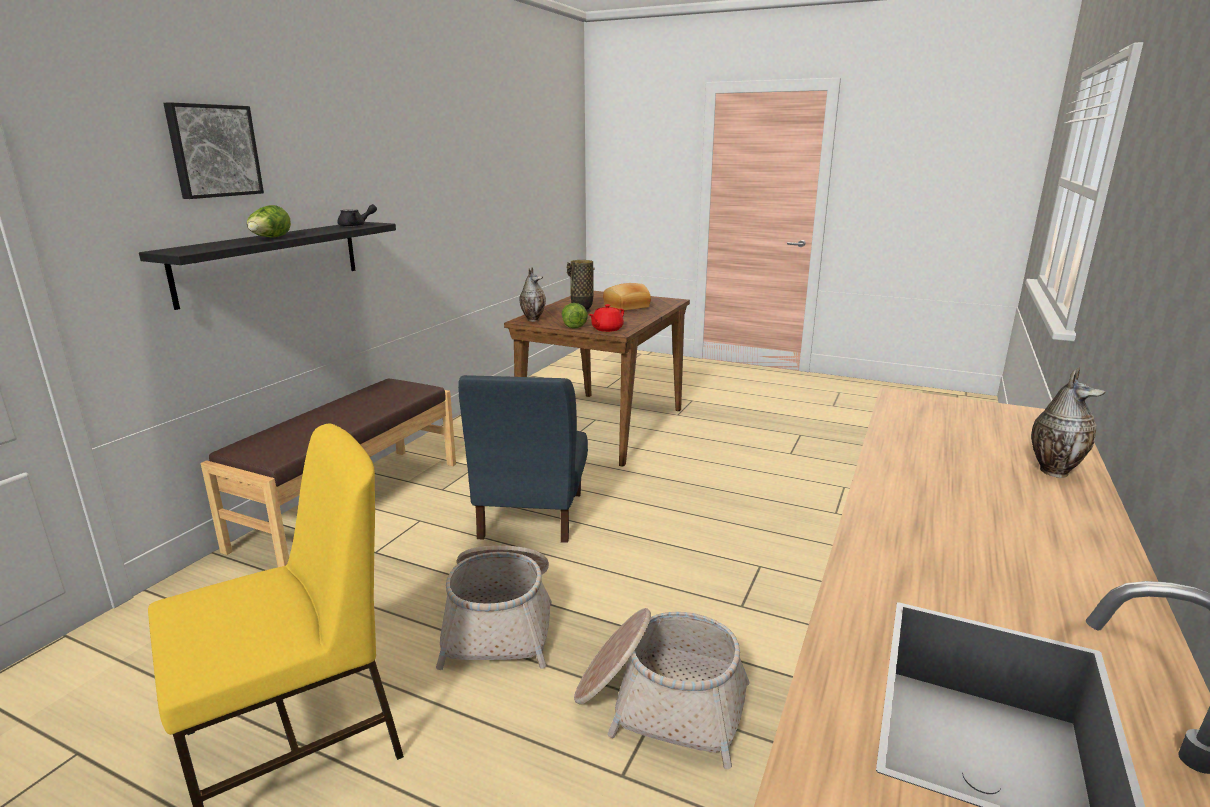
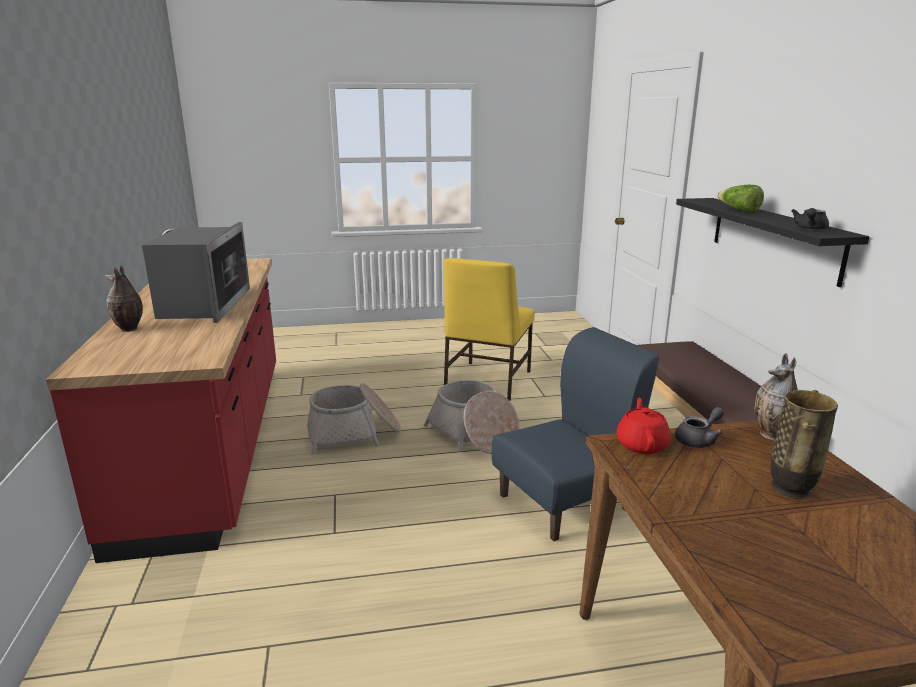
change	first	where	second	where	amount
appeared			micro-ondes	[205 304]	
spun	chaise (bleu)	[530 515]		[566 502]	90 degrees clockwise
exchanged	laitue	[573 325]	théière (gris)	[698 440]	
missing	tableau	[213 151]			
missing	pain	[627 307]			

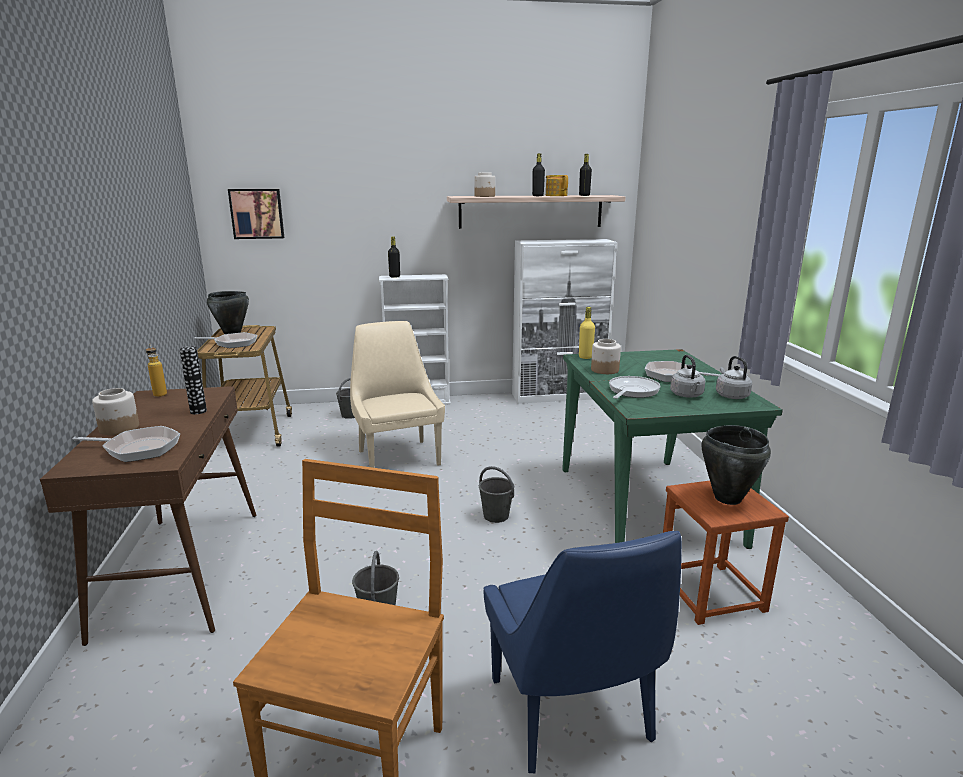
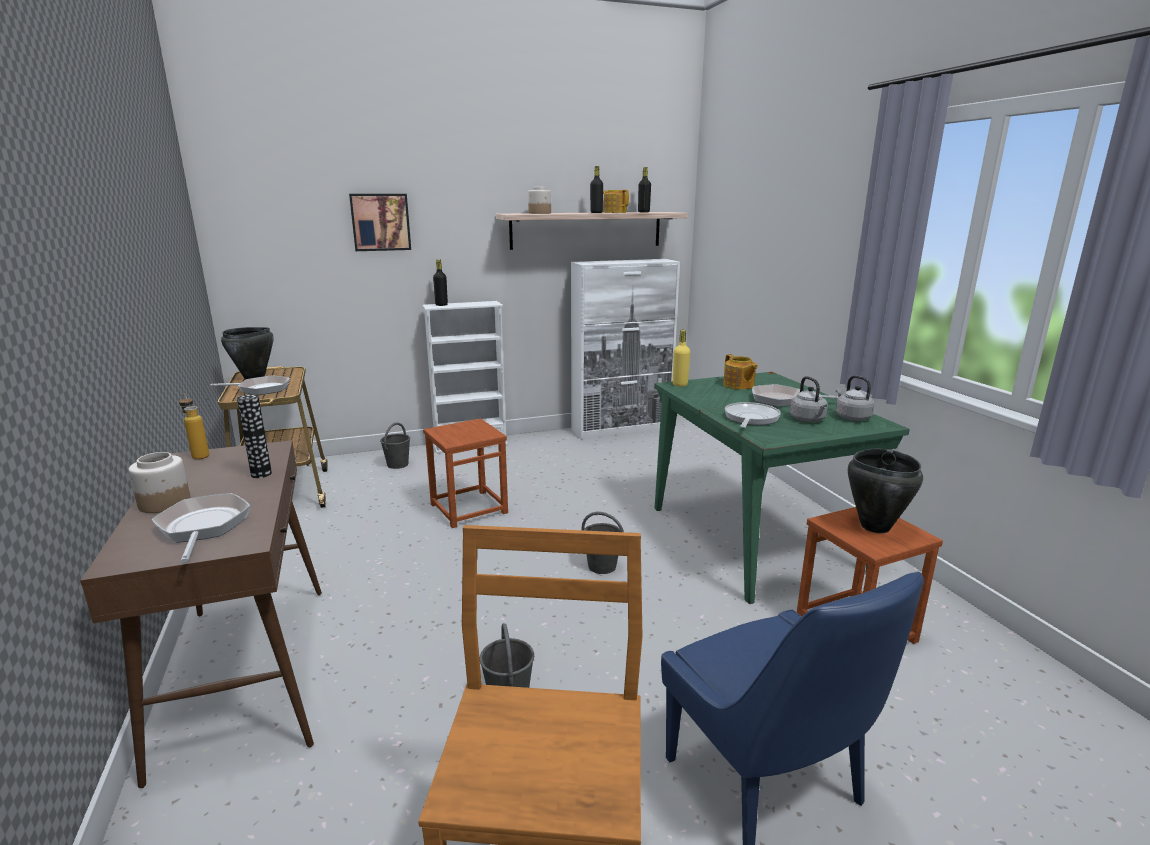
change	first	where	second	where	amount
spun	poêle	[138 448]		[203 528]	105 degrees counterclockwise
relocated	tableau	[257 213]		[380 222]	
exchanged	chaise (beige)	[398 456]	tabouret (marron)	[468 508]	
appeared			théière	[738 385]	
missing	bocal	[604 370]			

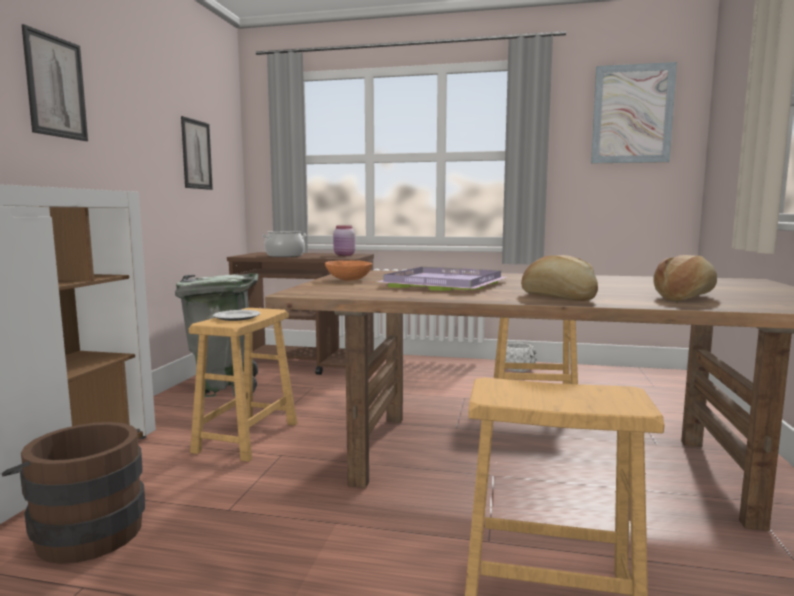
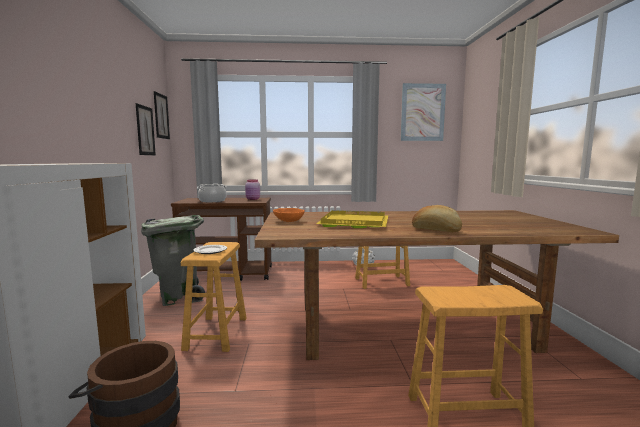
change	first	where	second	where	amount
relocated	tableau	[56 87]		[161 116]	
colour	plateau (violet)	[441 284]	plateau (jaune)	[353 222]	
missing	pain	[684 297]			

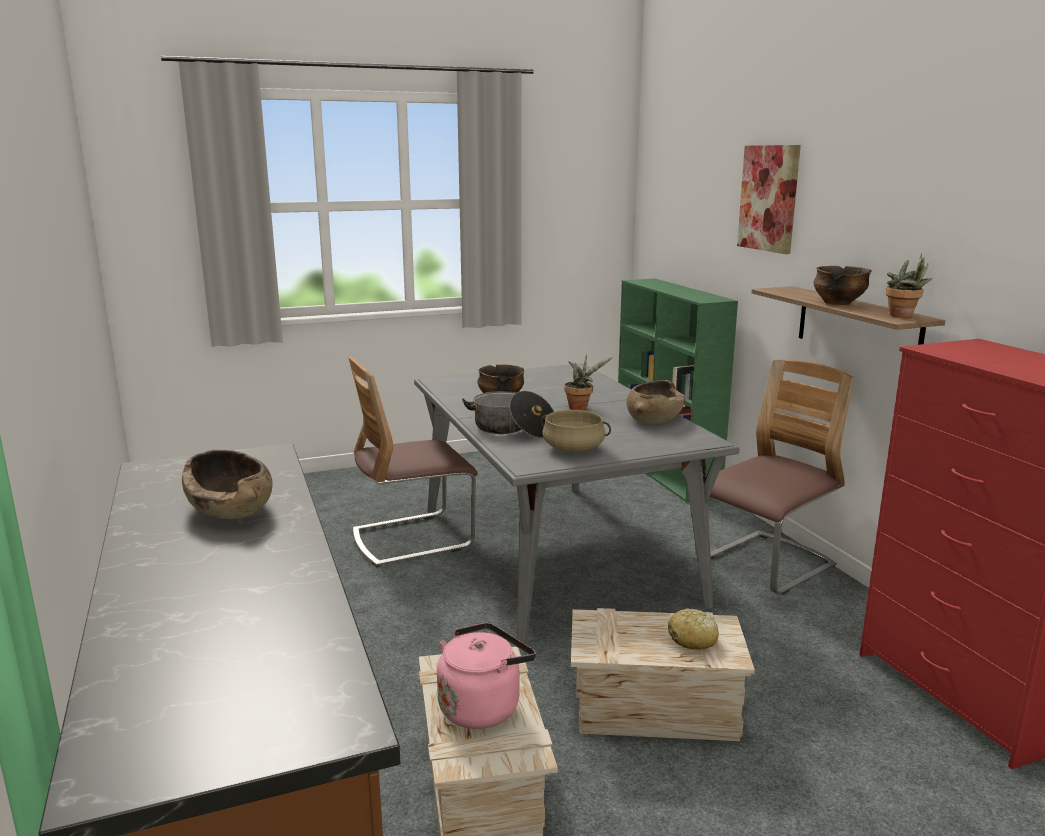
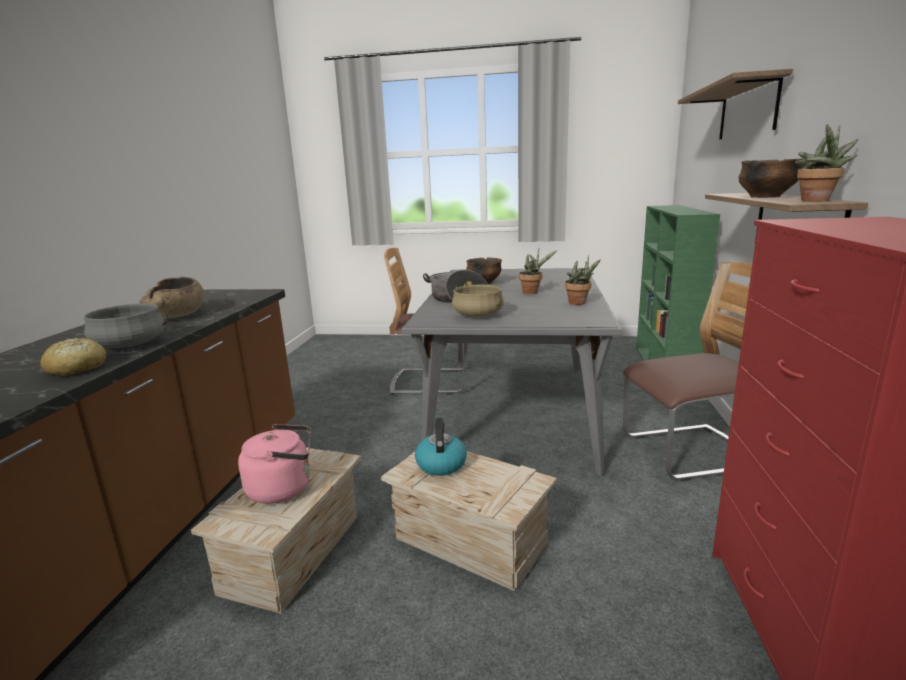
change	first	where	second	where	amount
relocated	pain	[692 639]		[77 368]	
appeared			marmite (gris)	[130 344]	
appeared			bouilloire	[441 464]	
exchanged	bol (marron)	[654 418]	plante en pot	[579 303]	
exchanged	tableau	[769 198]	étagère	[747 110]	

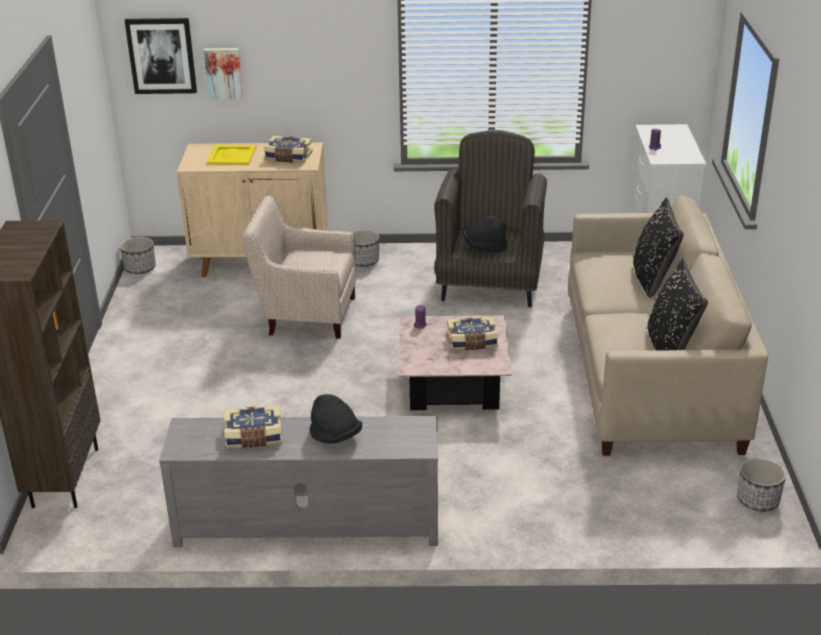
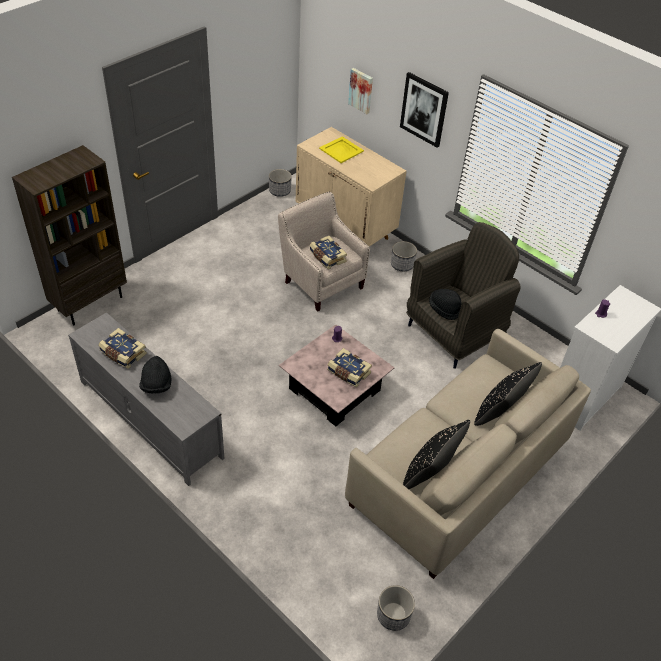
change	first	where	second	where	amount
relocated	livre	[288 157]		[327 257]	
relocated	tableau	[161 55]		[424 109]	

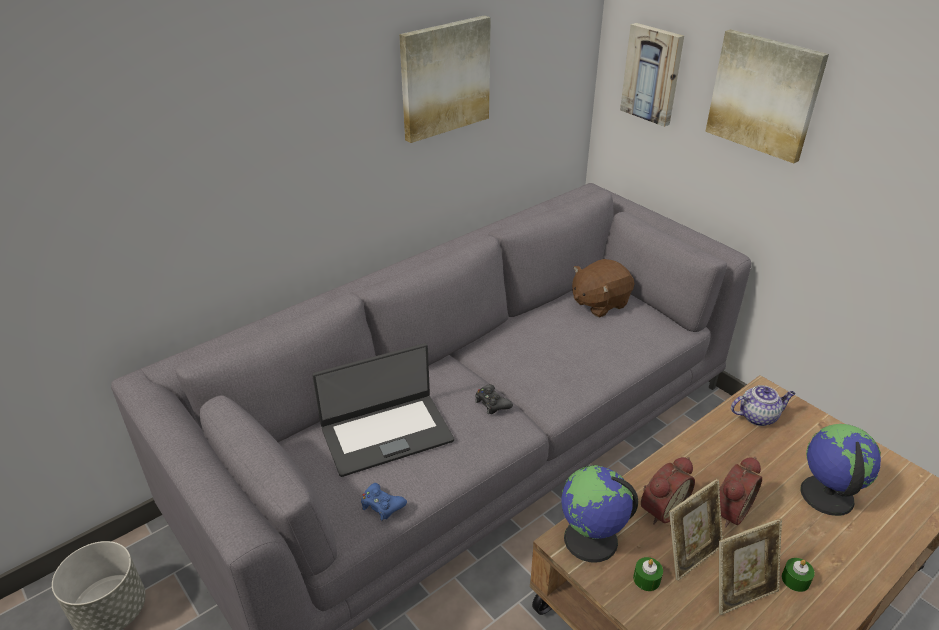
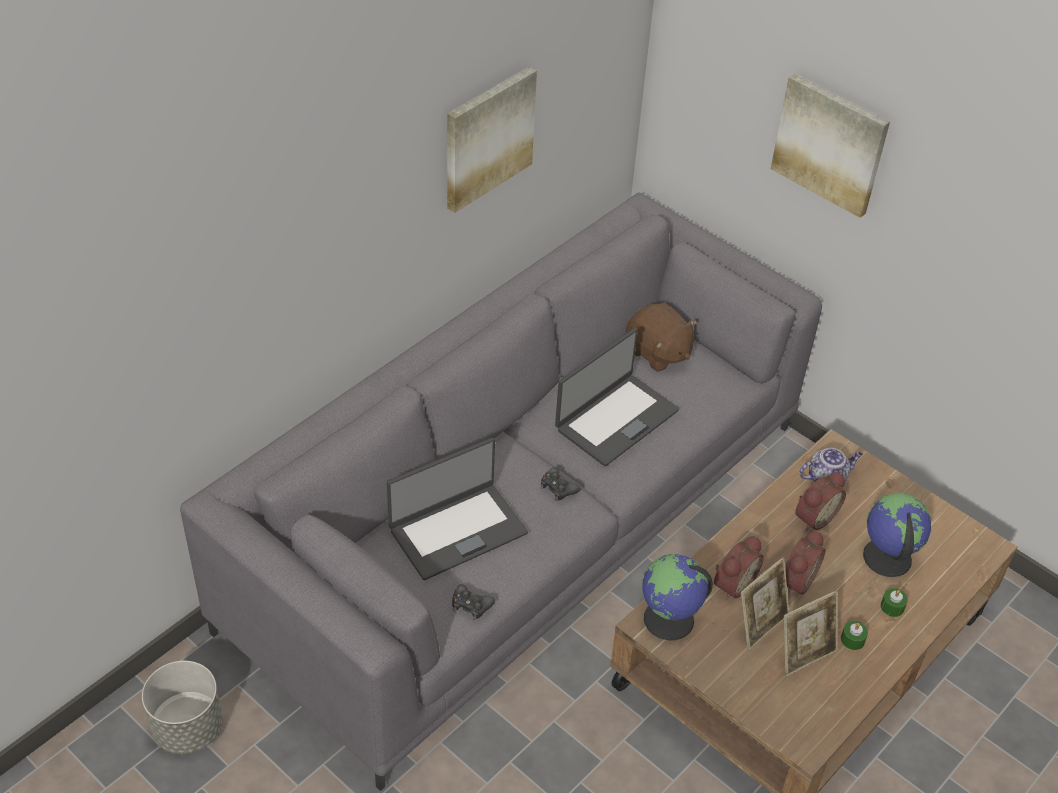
change	first	where	second	where	amount
colour	manette (bleu)	[382 505]	manette (noir)	[471 605]	
appeared			ordinateur portable	[615 419]	
spun	peluche (marron)	[599 303]		[658 353]	90 degrees counterclockwise
appeared			réveil	[813 517]	
relocated	bougie (vert)	[646 579]		[892 607]	
missing	tableau	[653 74]			

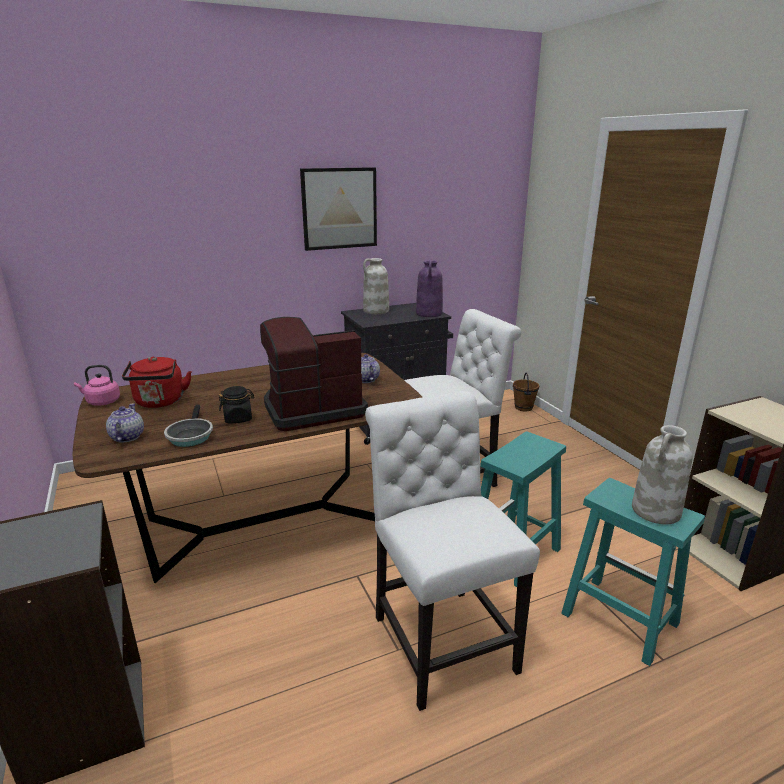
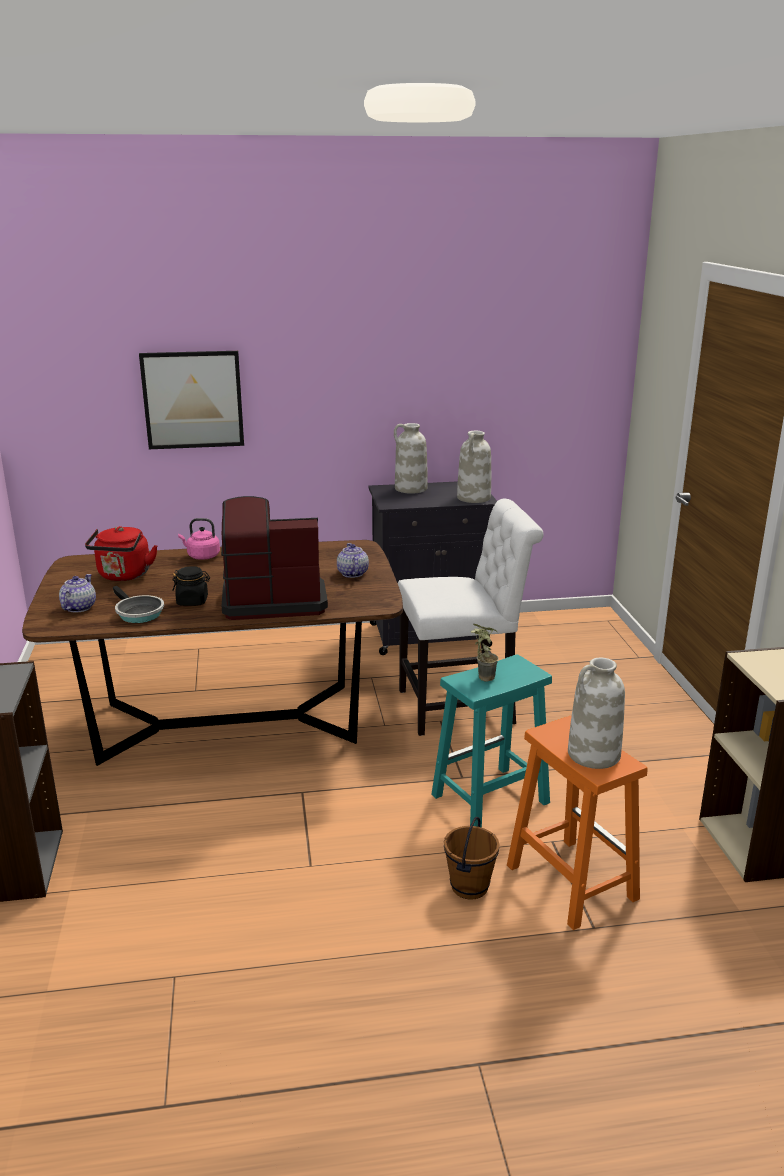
change	first	where	second	where	amount
spun	poêle	[190 435]		[137 613]	45 degrees counterclockwise
relocated	tableau	[339 208]		[193 399]	
relocated	bouilloire (rose)	[101 402]		[202 556]	
relocated	seau (marron)	[524 408]		[470 887]	
colour	vase (violet)	[429 314]	vase (blanc)	[474 498]	
appeared			plante en pot	[481 677]	
colour	tabouret (turquoise)	[617 618]	tabouret (orange)	[569 881]	
missing	chaise (blanc)	[440 638]			

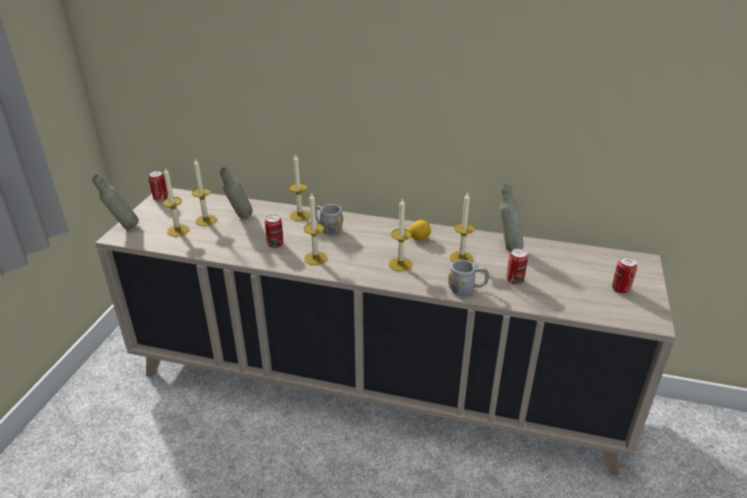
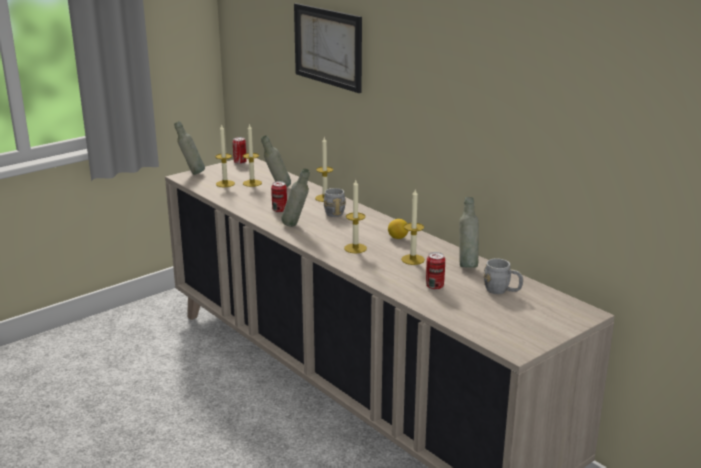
change	first	where	second	where	amount
exchanged	bougie	[315 258]	bouteille (gris)	[296 226]	
appeared			tableau	[328 46]	
relocated	mug (gris)	[467 289]		[502 291]	
missing	boîte métallique	[620 289]			

